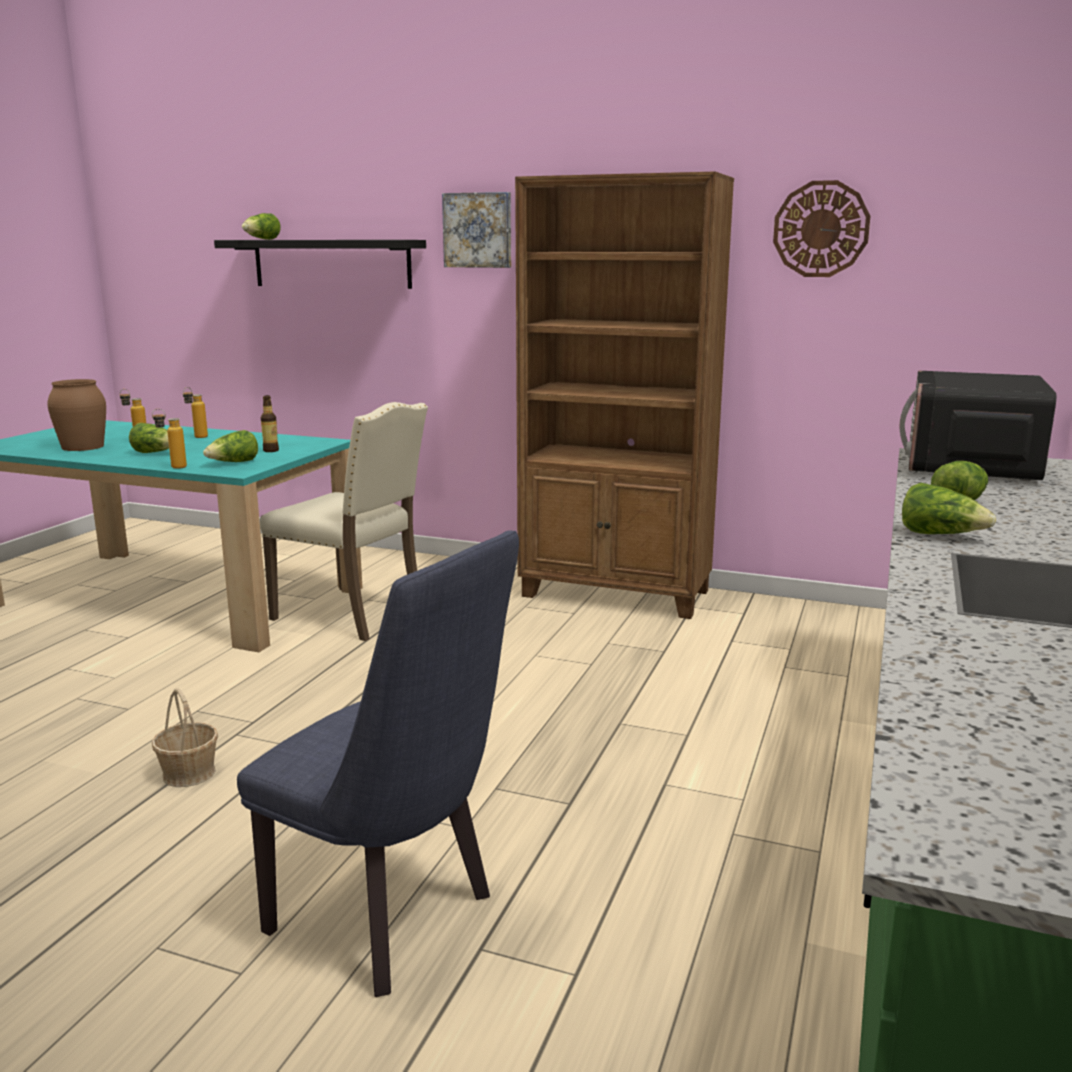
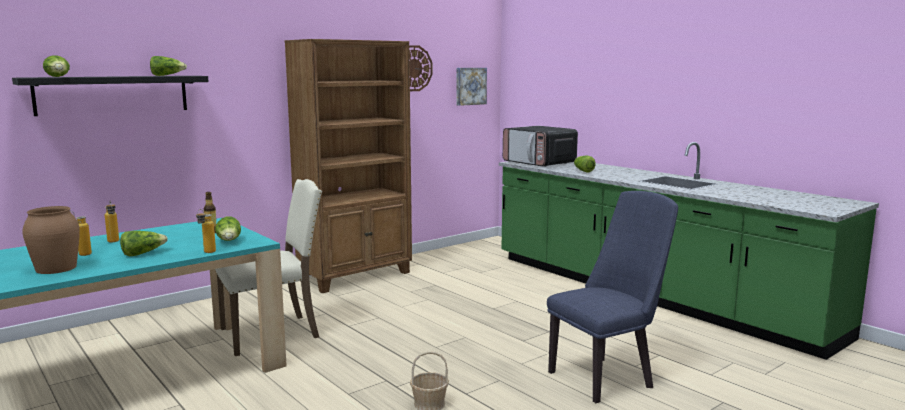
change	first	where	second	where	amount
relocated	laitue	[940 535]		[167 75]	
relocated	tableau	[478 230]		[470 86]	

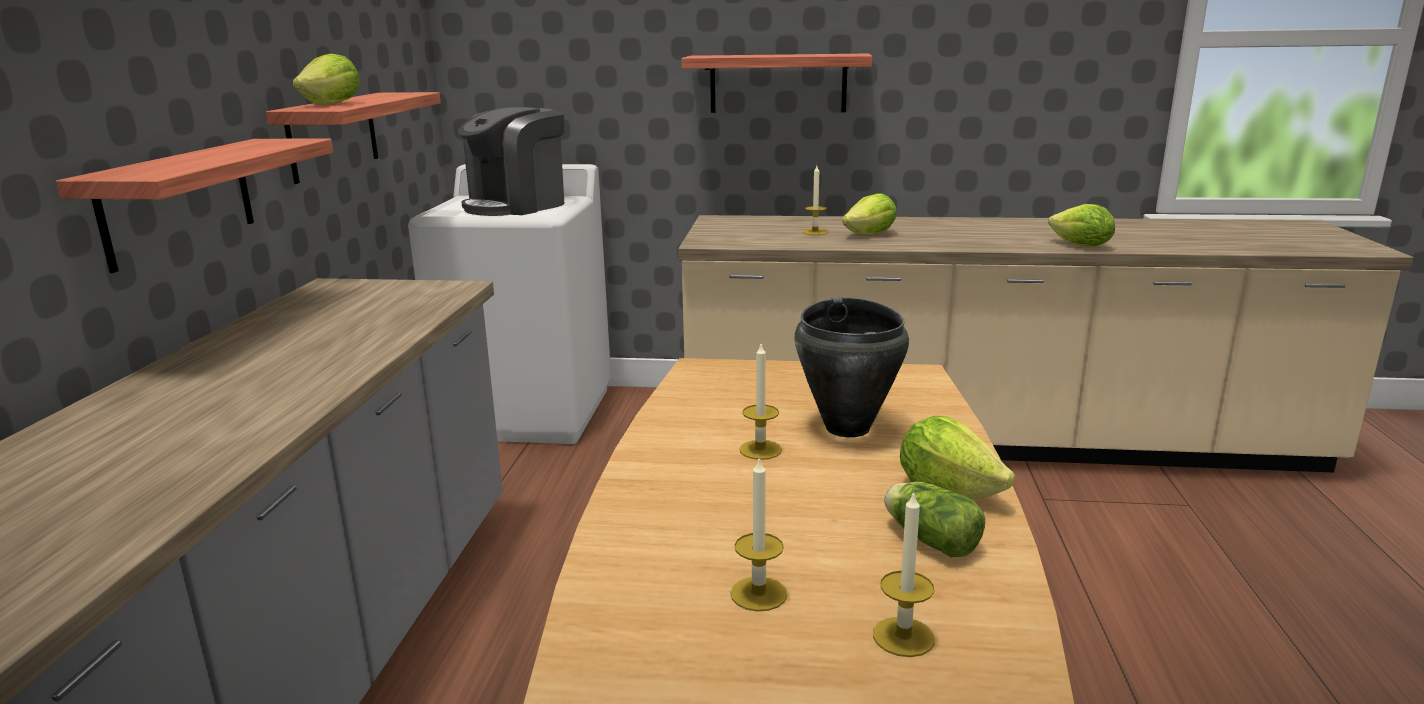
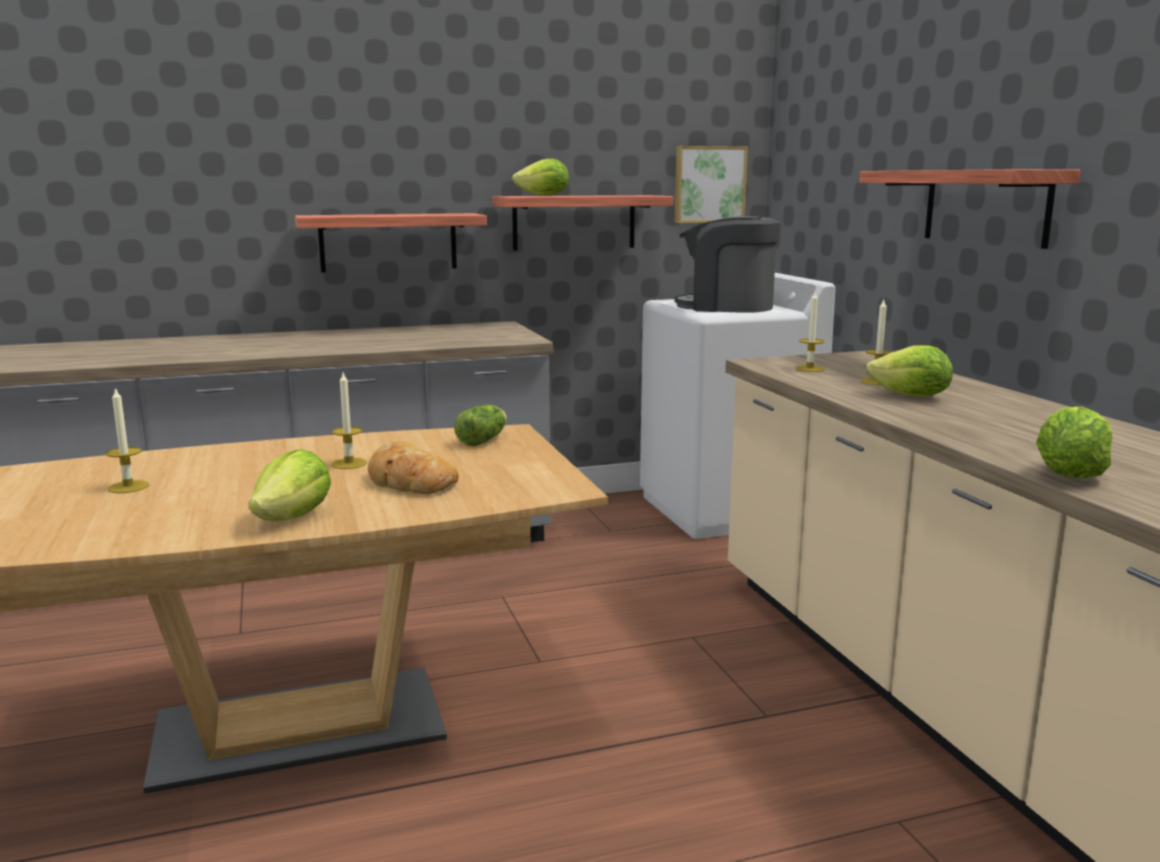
change	first	where	second	where	amount
exchanged	marmite (noir)	[848 427]	pain	[409 480]	
relocated	laitue	[928 538]		[484 440]	
appeared			tableau	[709 184]	
relocated	bougie	[903 637]		[809 369]	

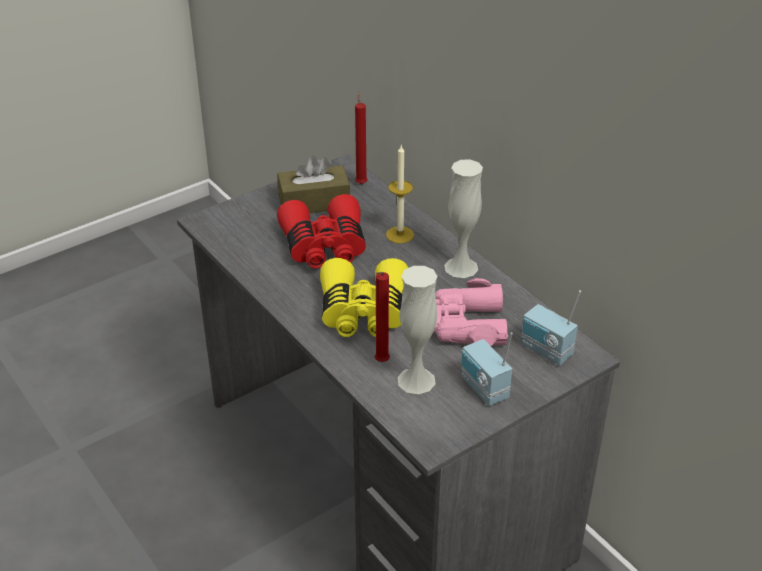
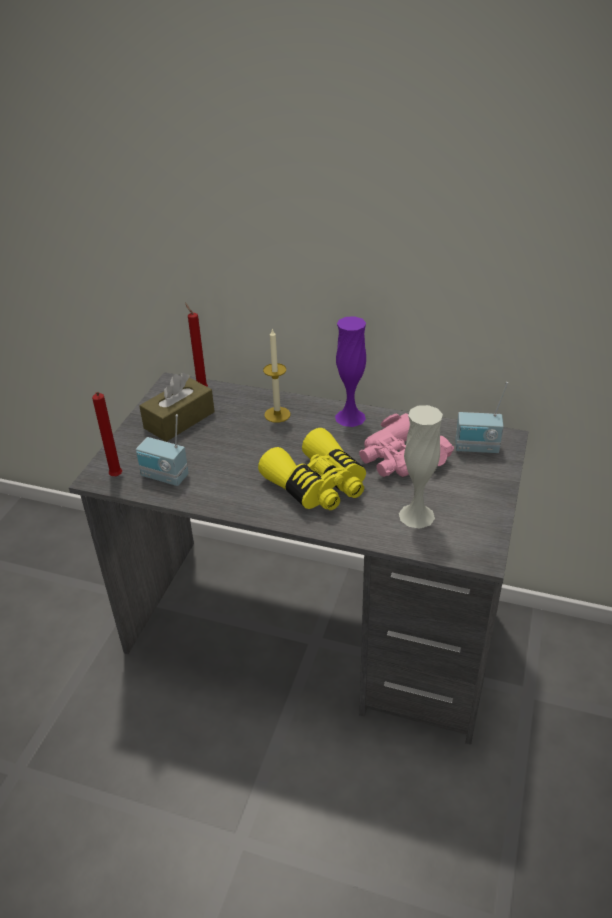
change	first	where	second	where	amount
relocated	bougie (rouge)	[380 363]		[116 477]	
relocated	radio	[483 389]		[164 477]	
colour	vase (blanc)	[461 267]	vase (violet)	[350 417]	
missing	jumelles (rouge)	[324 246]			

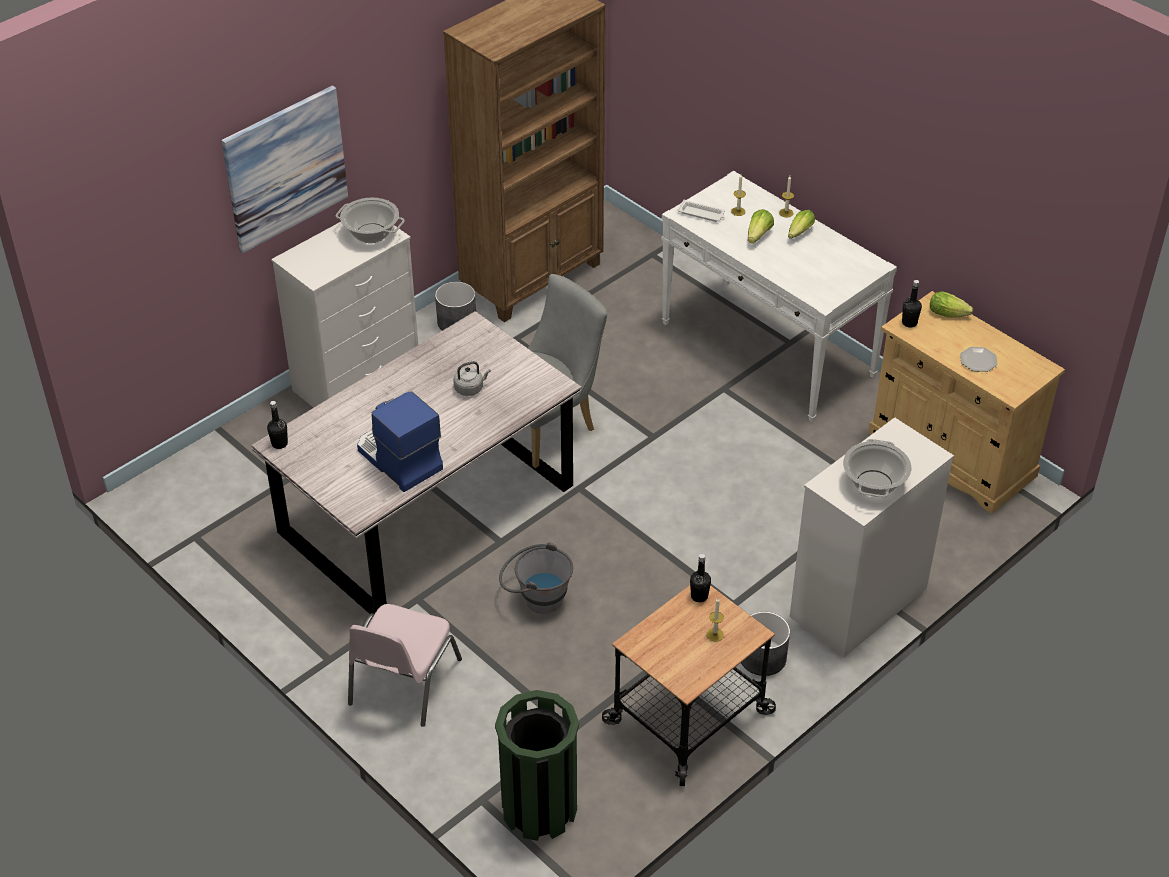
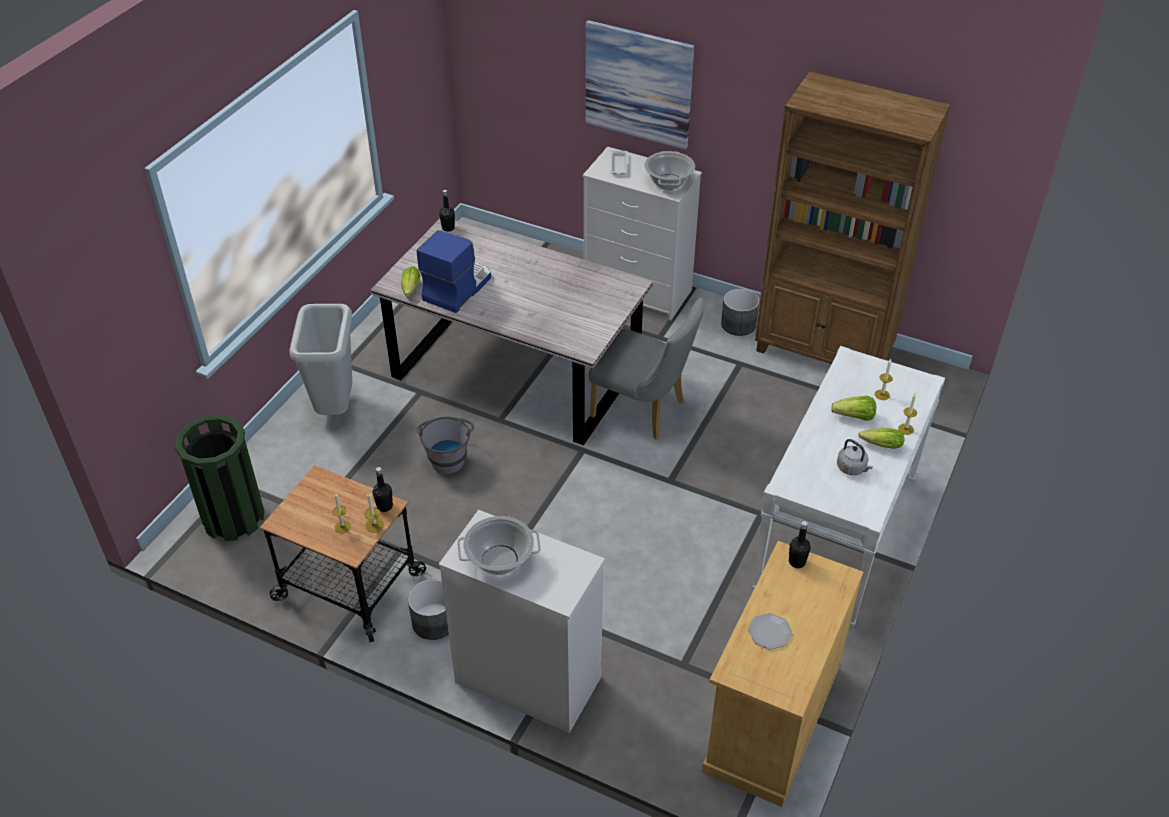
change	first	where	second	where	amount
exchanged	chaise (rose)	[402 682]	poubelle (gris)	[335 408]	
appeared			bougie	[374 525]	
relocated	laitue	[950 314]		[410 290]	
relocated	plateau (blanc)	[702 214]		[618 165]	
relocated	bouilloire (gris)	[470 388]		[852 468]	

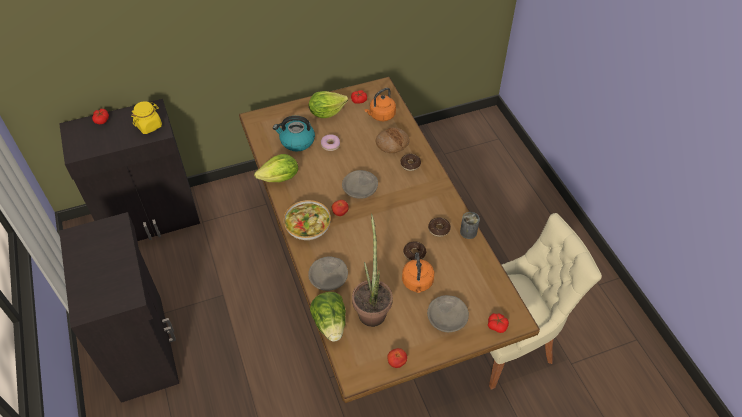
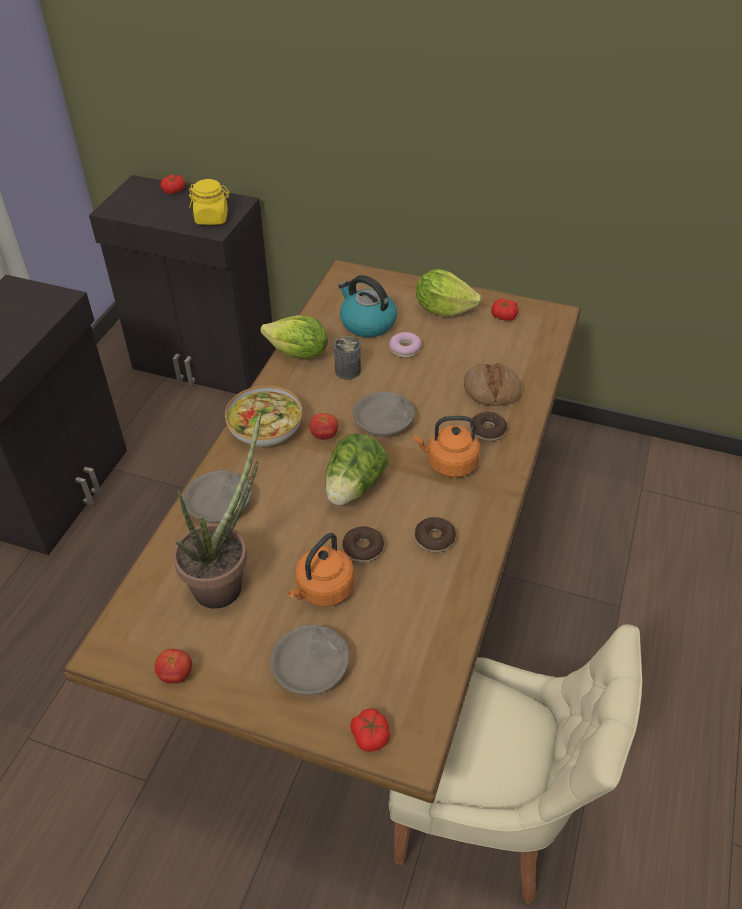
change	first	where	second	where	amount
relocated	laitue	[330 324]		[354 488]	
relocated	boîte métallique	[468 232]		[347 371]	
relocated	bouilloire (orange)	[381 116]		[449 464]	

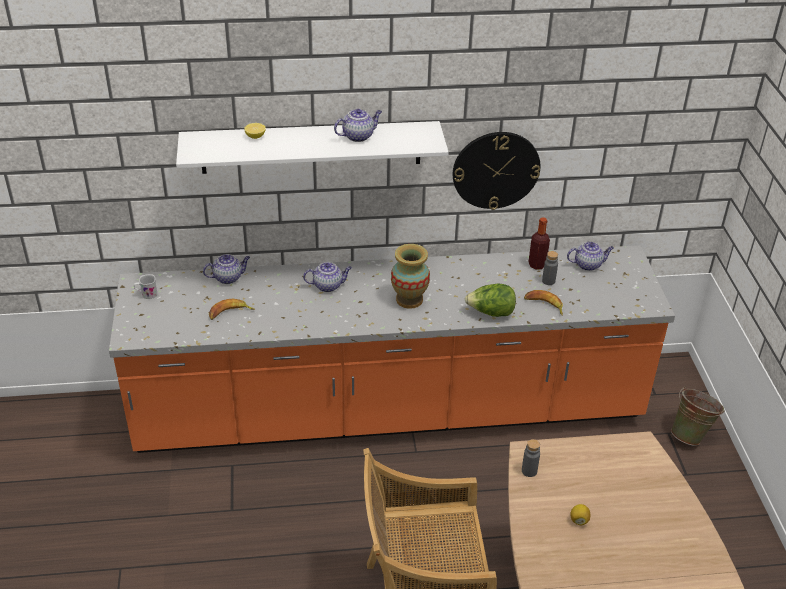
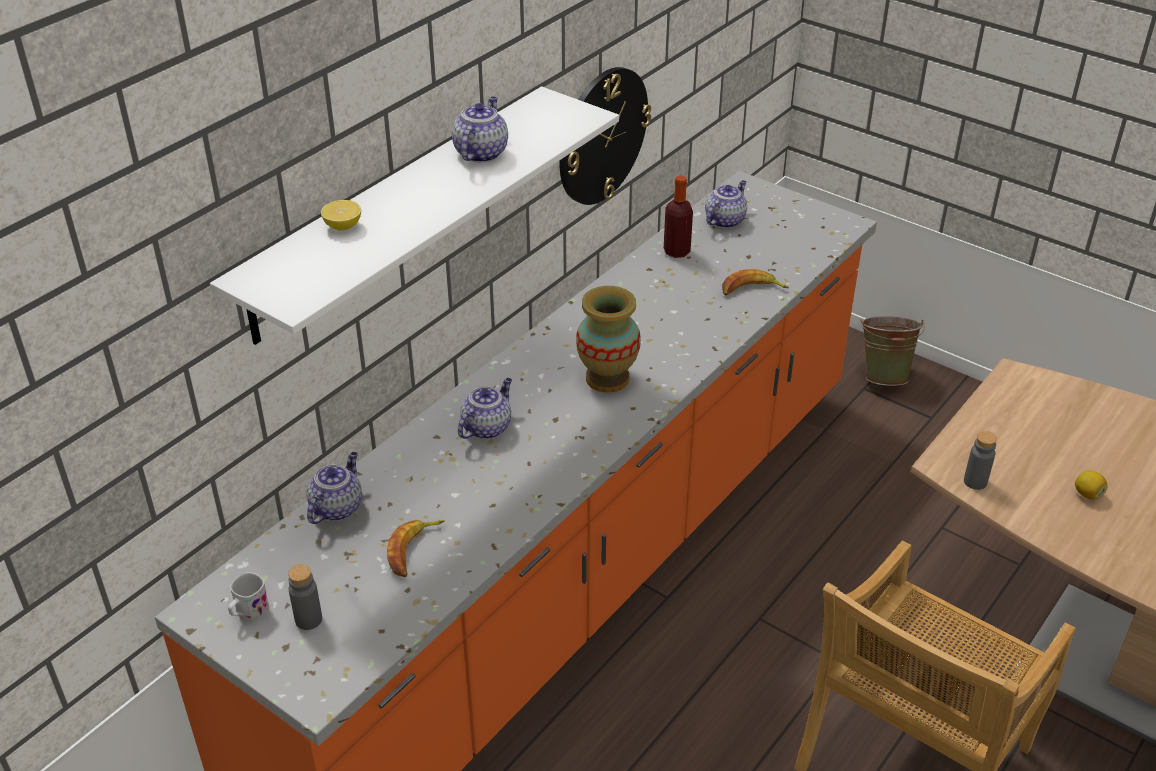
change	first	where	second	where	amount
relocated	bouteille (gris)	[548 281]		[308 619]	
missing	laitue	[491 313]			

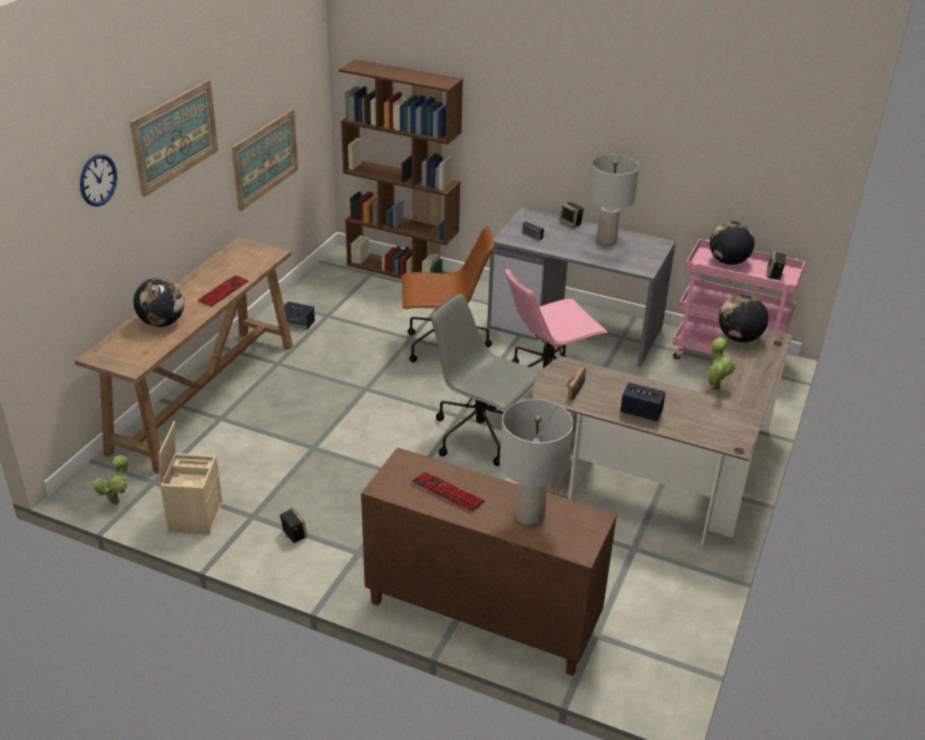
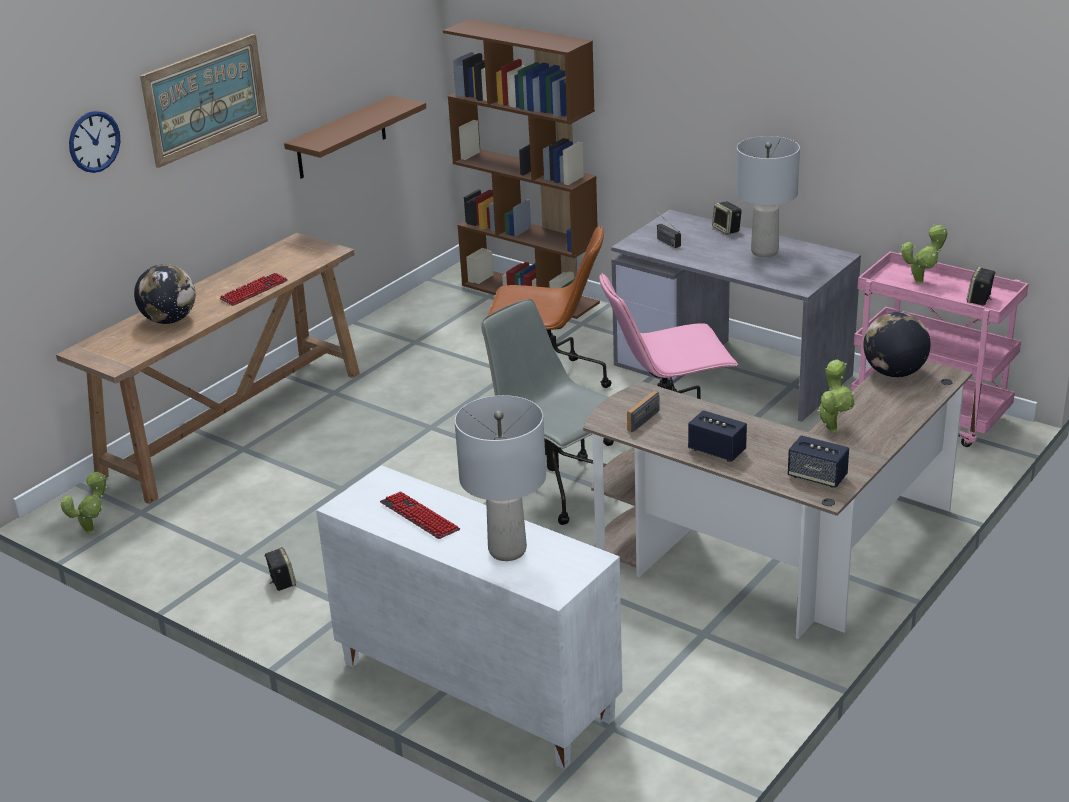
change	first	where	second	where	amount
exchanged	tableau	[265 158]	étagère (marron)	[341 138]	
colour	meuble de rangement (marron)	[480 616]	meuble de rangement (blanc)	[473 691]	
relocated	enceinte	[298 324]		[817 477]	
exchanged	globe	[728 261]	plante en pot	[921 281]	
missing	boîte de rangement (beige)	[195 515]			

